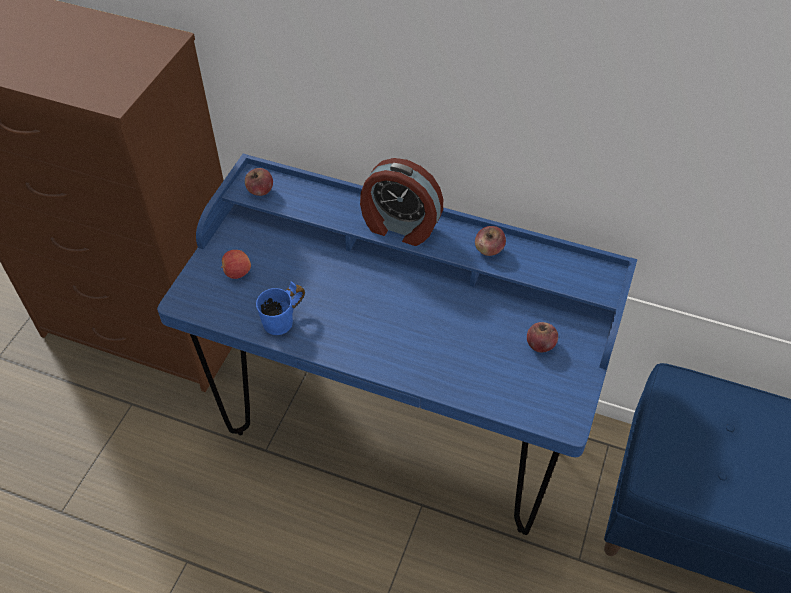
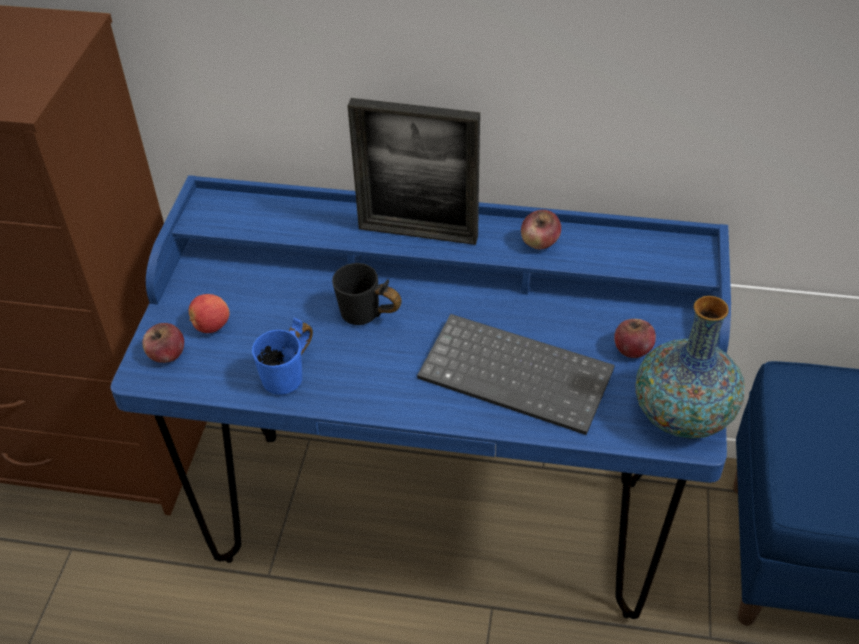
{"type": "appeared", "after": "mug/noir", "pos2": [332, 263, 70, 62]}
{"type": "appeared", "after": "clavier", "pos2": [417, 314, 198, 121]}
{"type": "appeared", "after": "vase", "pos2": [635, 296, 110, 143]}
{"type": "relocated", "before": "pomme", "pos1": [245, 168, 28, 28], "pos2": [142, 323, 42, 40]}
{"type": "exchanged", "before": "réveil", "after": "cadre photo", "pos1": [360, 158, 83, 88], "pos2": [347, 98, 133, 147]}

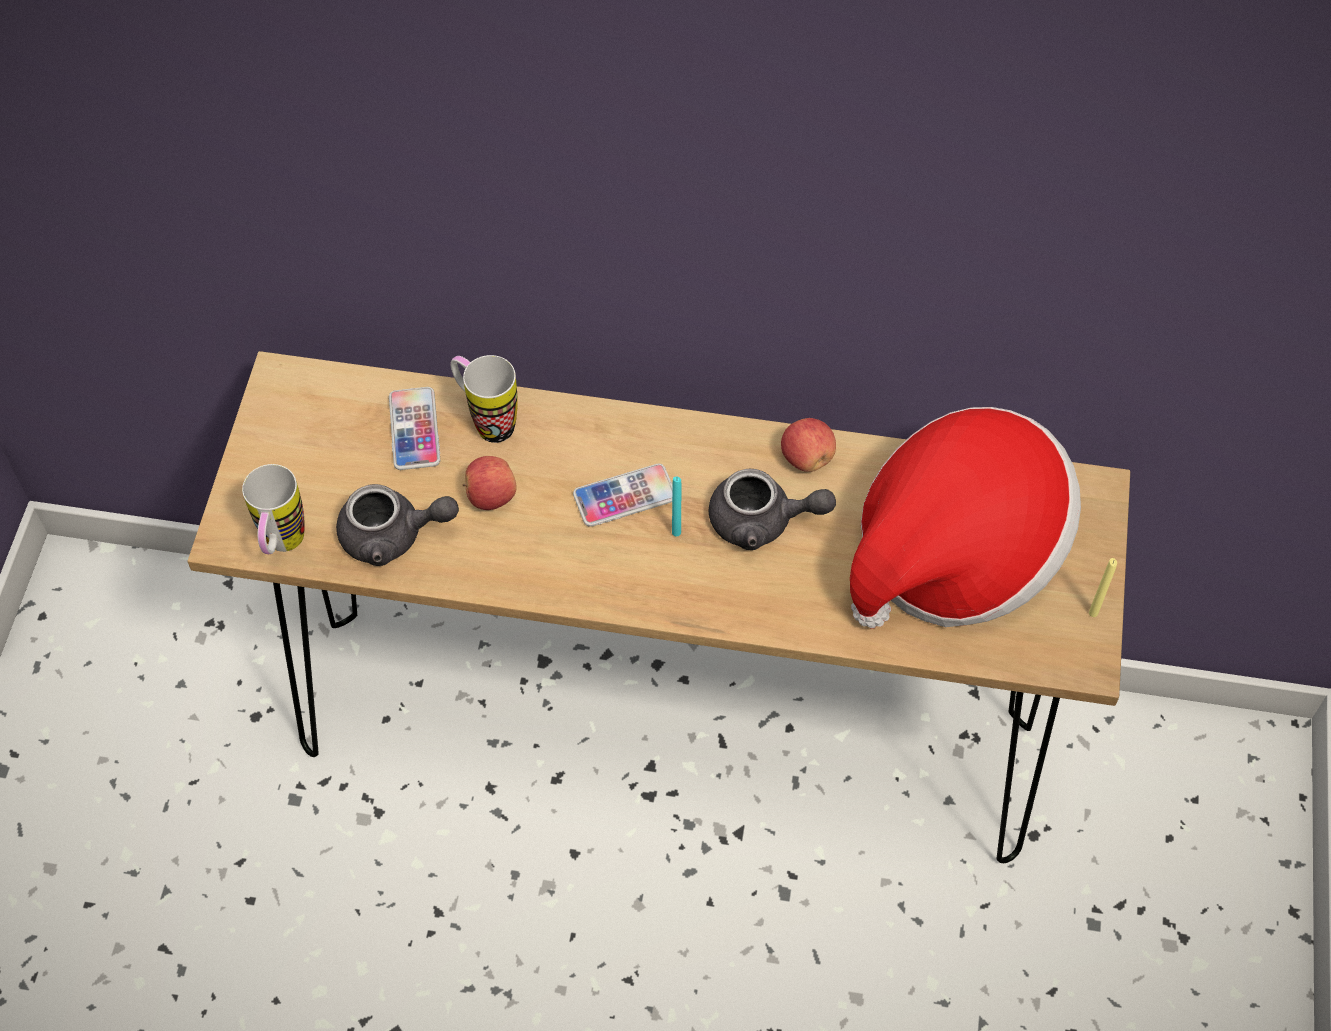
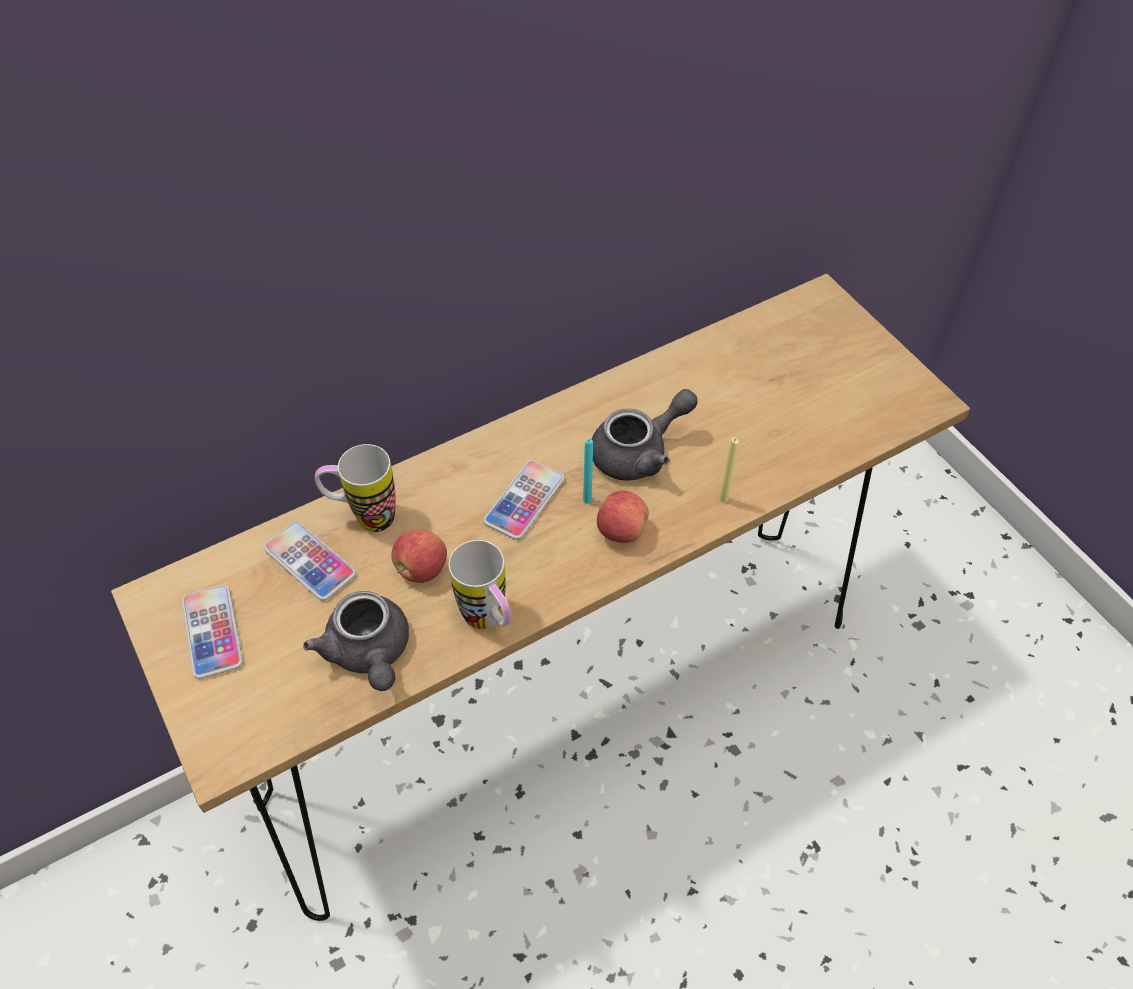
{"type": "missing", "before": "chapeau", "pos1": [850, 407, 231, 221]}
{"type": "appeared", "after": "téléphone", "pos2": [182, 585, 61, 94]}
{"type": "relocated", "before": "mug", "pos1": [242, 464, 63, 90], "pos2": [449, 540, 62, 89]}
{"type": "relocated", "before": "pomme", "pos1": [781, 418, 55, 54], "pos2": [597, 491, 52, 52]}
{"type": "relocated", "before": "bougie/jaune", "pos1": [1089, 558, 28, 59], "pos2": [719, 437, 20, 65]}
{"type": "spun", "before": "théière/gris", "pos1": [336, 484, 123, 82], "pos2": [303, 591, 106, 100], "turn": 105}

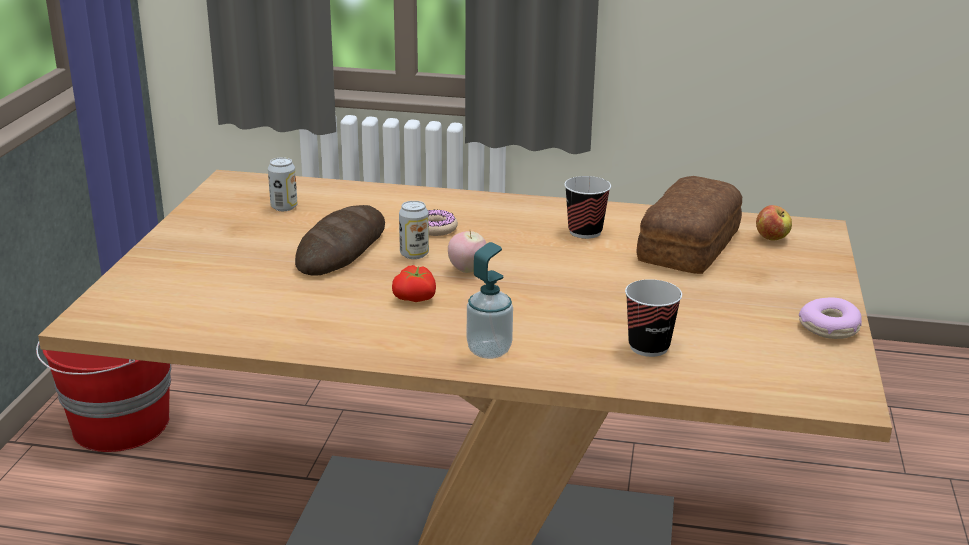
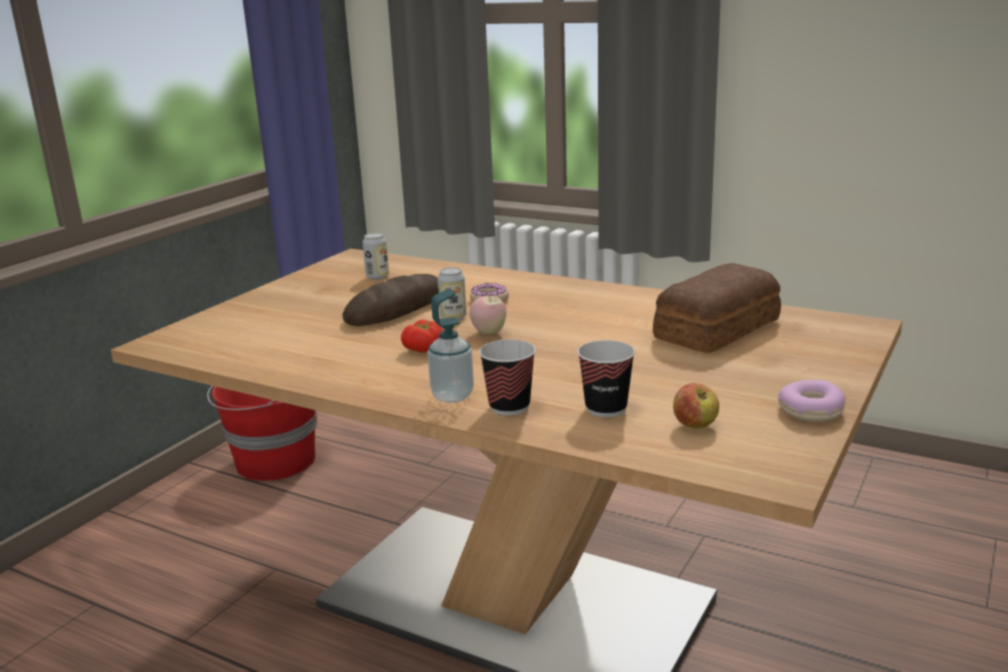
{"type": "relocated", "before": "tasse", "pos1": [564, 176, 47, 63], "pos2": [479, 339, 57, 76]}
{"type": "relocated", "before": "pomme", "pos1": [756, 205, 36, 36], "pos2": [673, 383, 46, 45]}

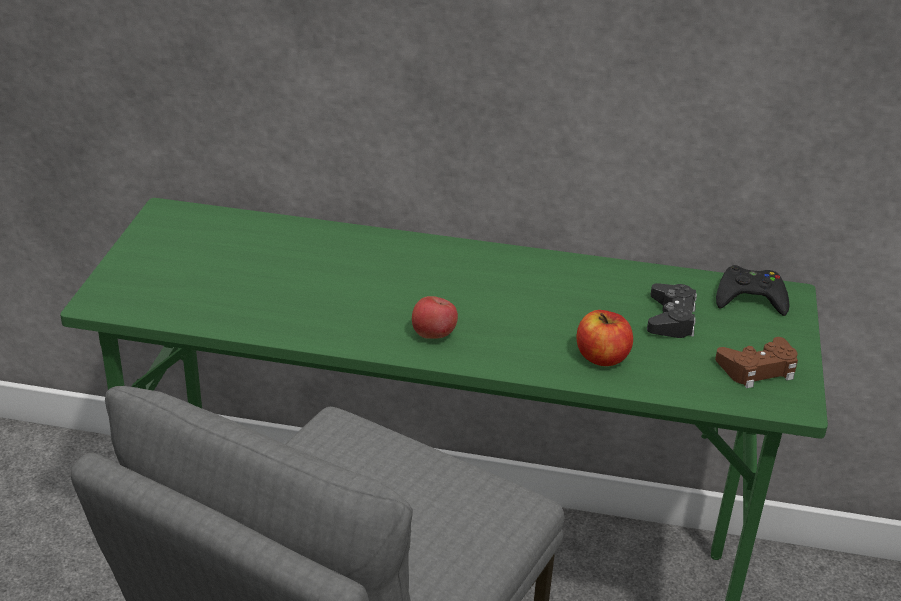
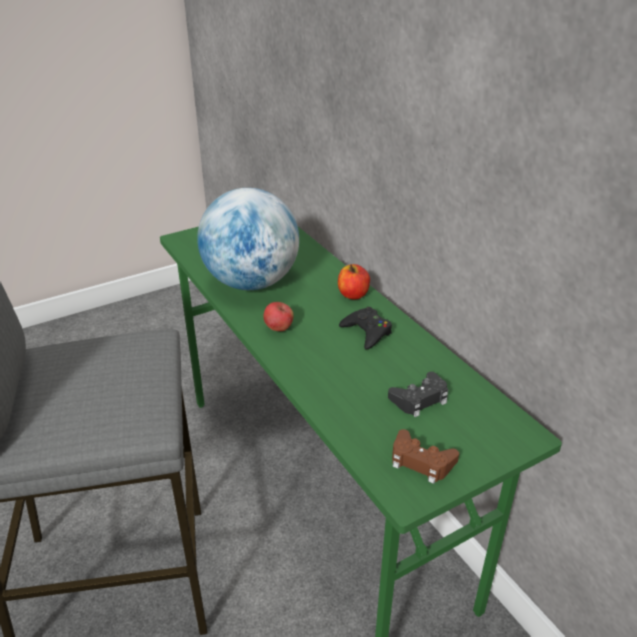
{"type": "appeared", "after": "globe", "pos2": [197, 188, 102, 102]}
{"type": "relocated", "before": "pomme", "pos1": [576, 310, 57, 56], "pos2": [338, 264, 32, 35]}
{"type": "relocated", "before": "manette/noir", "pos1": [716, 265, 74, 51], "pos2": [339, 307, 53, 43]}

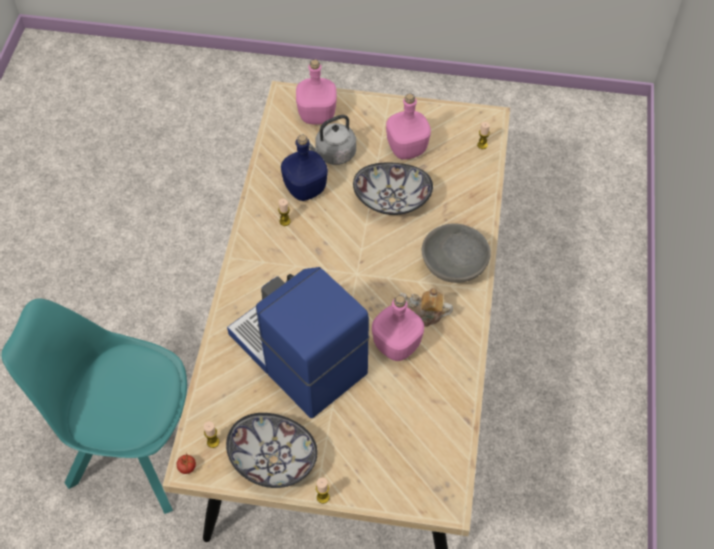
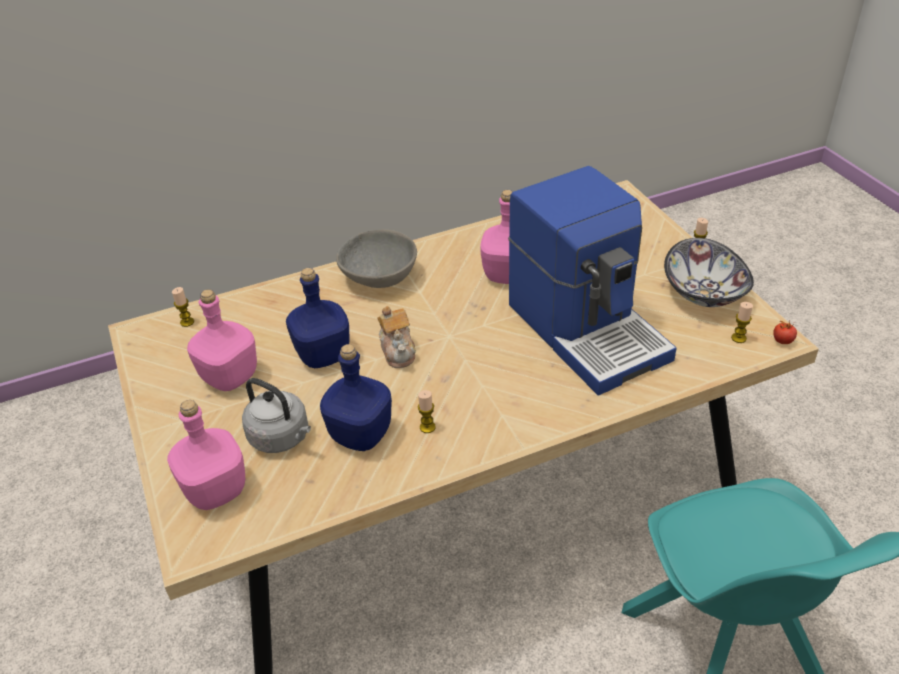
{"type": "relocated", "before": "théière", "pos1": [399, 288, 54, 39], "pos2": [377, 306, 39, 62]}
{"type": "exchanged", "before": "bol", "after": "bouteille/bleu", "pos1": [353, 163, 80, 52], "pos2": [286, 268, 63, 100]}
{"type": "spun", "before": "machine à café", "pos1": [227, 267, 142, 151], "pos2": [508, 166, 169, 230], "turn": -45}

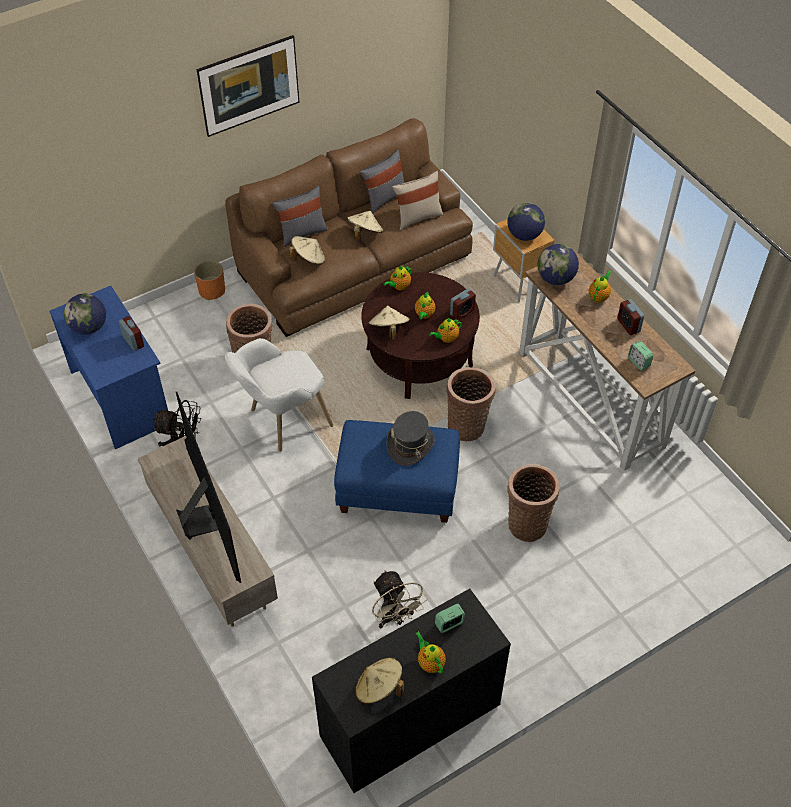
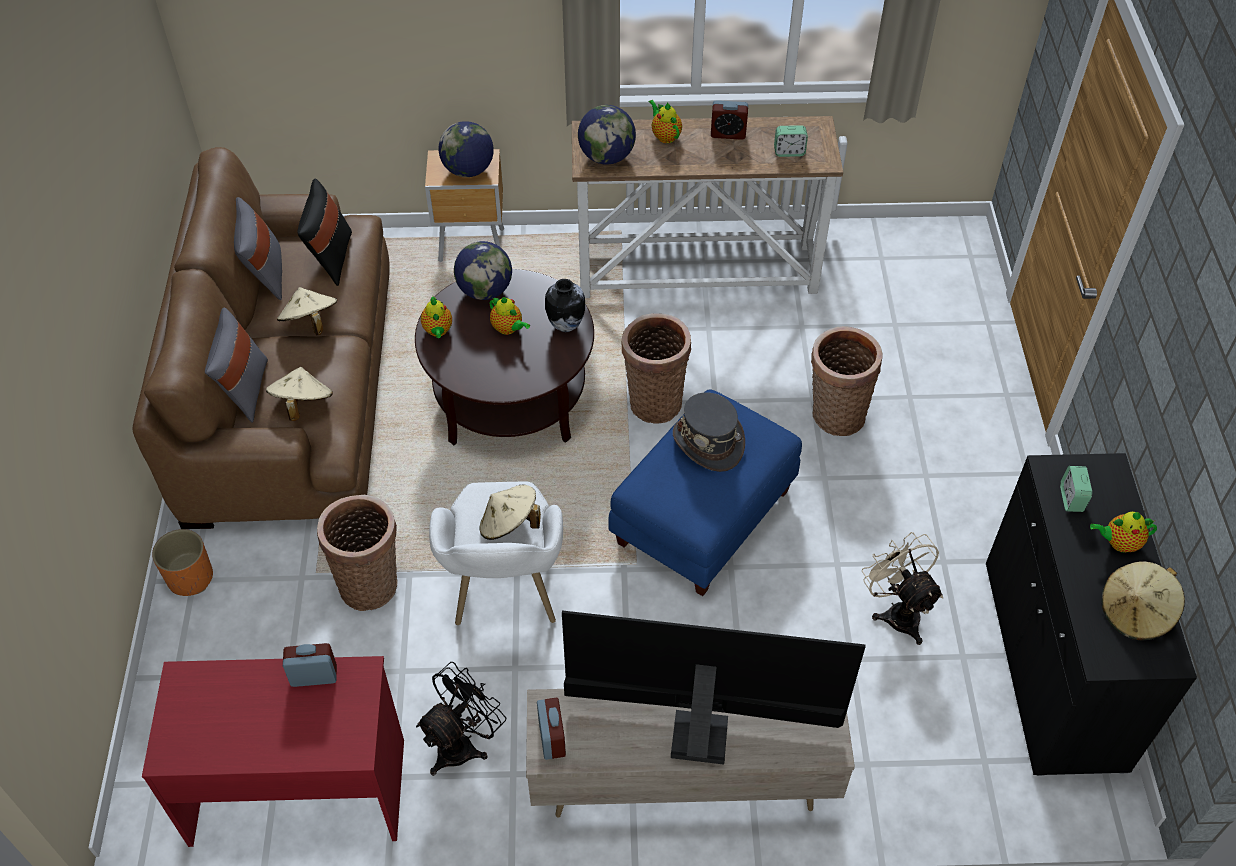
{"type": "missing", "before": "tableau", "pos1": [197, 35, 103, 102]}
{"type": "relocated", "before": "globe", "pos1": [64, 294, 42, 41], "pos2": [454, 241, 58, 59]}
{"type": "relocated", "before": "chapeau/beige", "pos1": [368, 306, 42, 34], "pos2": [480, 485, 61, 55]}
{"type": "relocated", "before": "réveil", "pos1": [450, 289, 26, 31], "pos2": [537, 698, 29, 62]}
{"type": "exchanged", "before": "théière", "after": "vase", "pos1": [429, 318, 33, 25], "pos2": [545, 279, 40, 53]}
{"type": "colour", "before": "bureau/bleu", "after": "bureau/rouge", "pos1": [49, 286, 119, 163], "pos2": [142, 656, 262, 191]}
{"type": "colour", "before": "coussin/beige", "after": "coussin/noir", "pos1": [392, 171, 51, 59], "pos2": [298, 179, 54, 107]}
{"type": "spun", "before": "ventilateur/beige", "pos1": [372, 570, 56, 59], "pos2": [862, 532, 81, 113], "turn": -120}

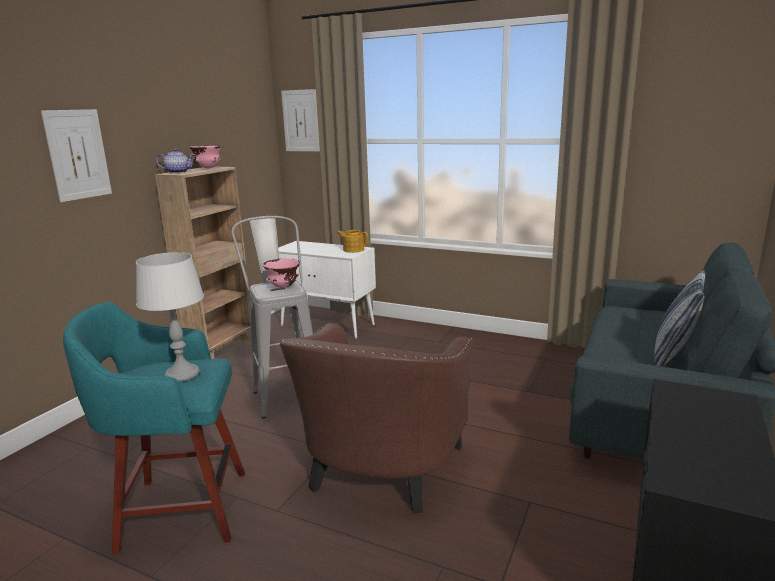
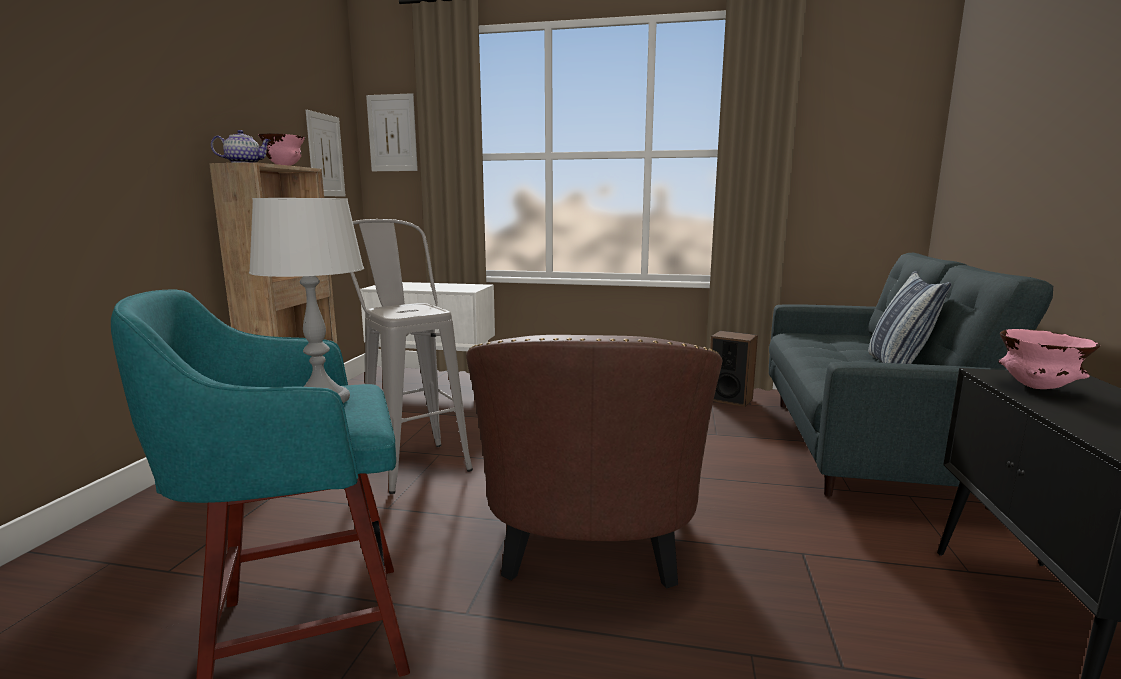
{"type": "missing", "before": "théière", "pos1": [337, 230, 31, 23]}
{"type": "appeared", "after": "enceinte", "pos2": [710, 331, 48, 76]}
{"type": "relocated", "before": "tableau", "pos1": [41, 109, 71, 93], "pos2": [306, 110, 40, 87]}
{"type": "relocated", "before": "bol/rose", "pos1": [263, 258, 37, 30], "pos2": [998, 329, 102, 60]}

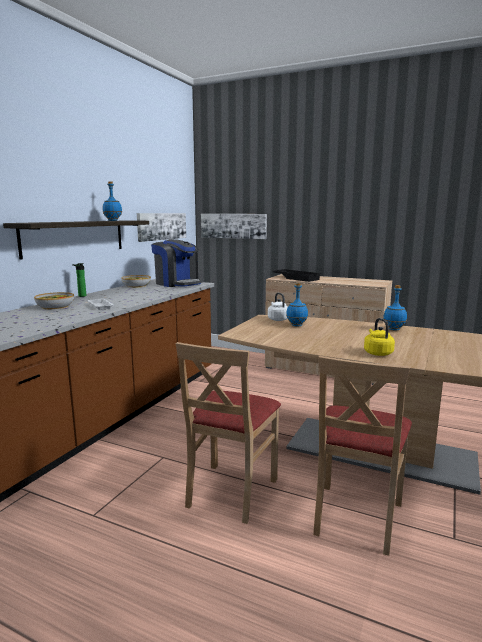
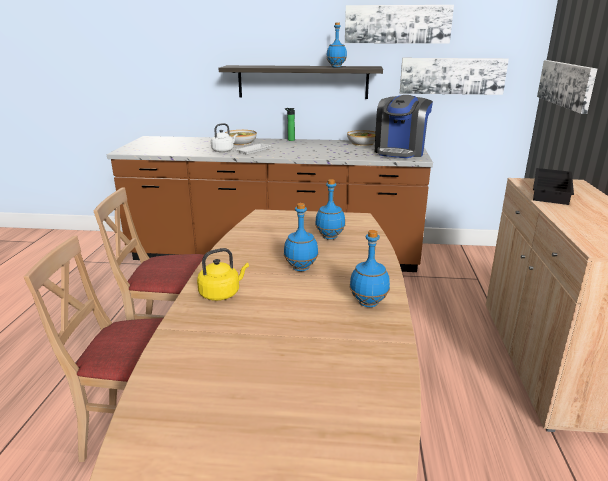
{"type": "appeared", "after": "bouteille/bleu", "pos2": [284, 203, 34, 68]}
{"type": "appeared", "after": "tableau", "pos2": [345, 5, 109, 39]}
{"type": "relocated", "before": "bouilloire/blanc", "pos1": [268, 293, 20, 28], "pos2": [211, 123, 27, 29]}

